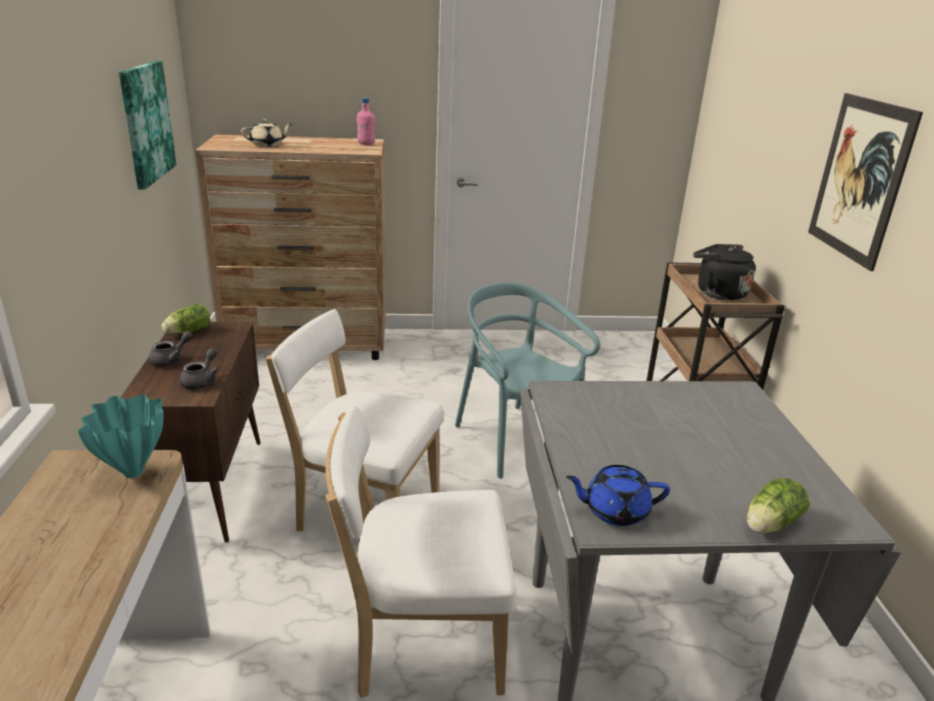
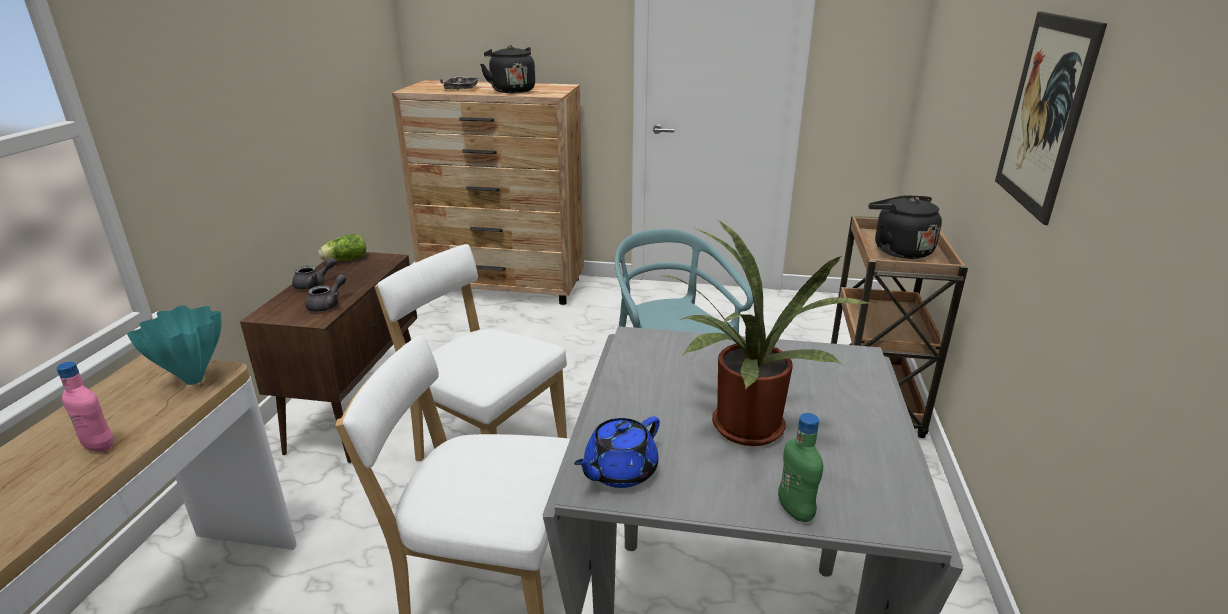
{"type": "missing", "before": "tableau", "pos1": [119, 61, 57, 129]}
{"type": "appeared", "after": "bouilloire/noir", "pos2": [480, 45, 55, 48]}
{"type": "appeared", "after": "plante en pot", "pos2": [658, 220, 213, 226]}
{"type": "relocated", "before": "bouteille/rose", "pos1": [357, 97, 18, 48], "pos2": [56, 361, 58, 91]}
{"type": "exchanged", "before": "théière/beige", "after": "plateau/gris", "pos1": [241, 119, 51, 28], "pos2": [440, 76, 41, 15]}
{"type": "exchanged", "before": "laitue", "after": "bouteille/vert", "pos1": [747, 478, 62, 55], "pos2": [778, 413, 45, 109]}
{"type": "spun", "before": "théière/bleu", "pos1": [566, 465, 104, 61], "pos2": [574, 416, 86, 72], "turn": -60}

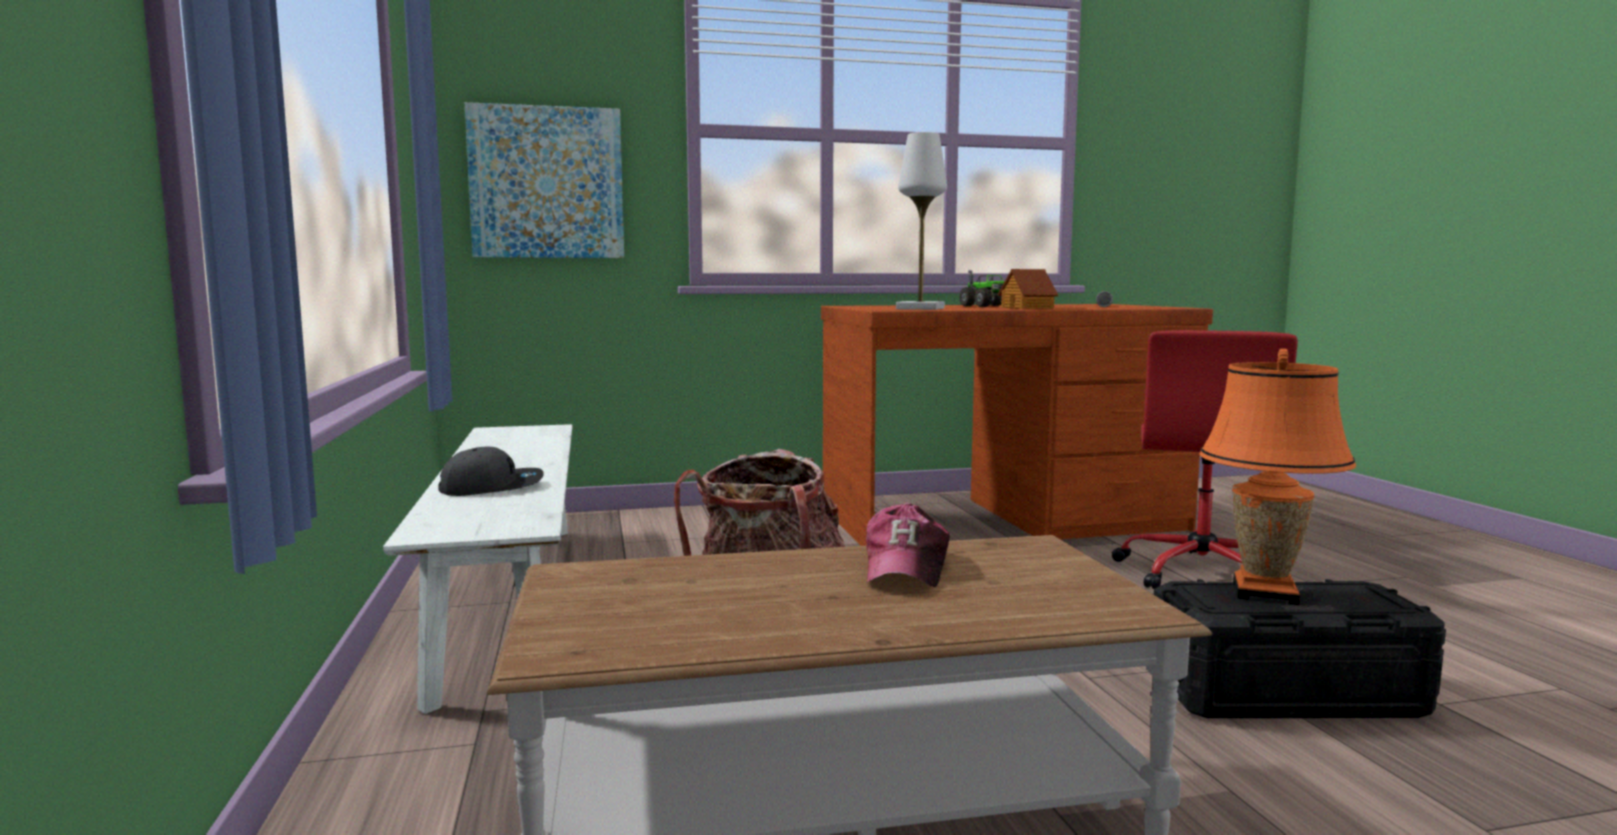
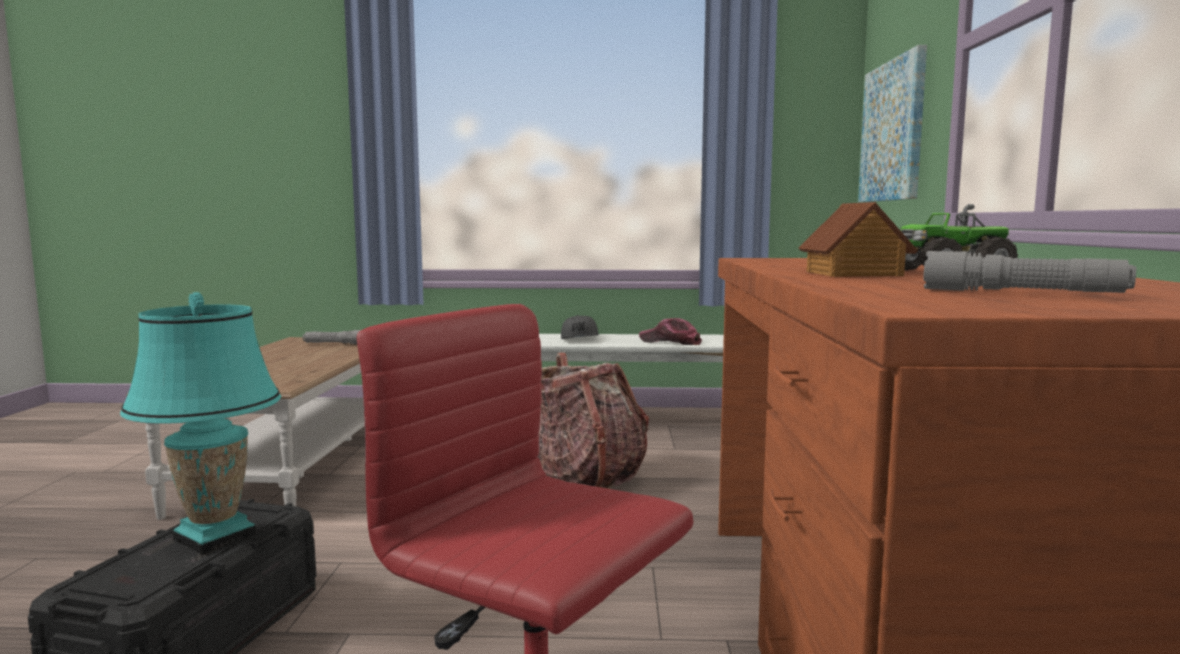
{"type": "missing", "before": "lampe de table/blanc", "pos1": [896, 132, 51, 178]}
{"type": "appeared", "after": "lampe de poche/gris", "pos2": [303, 330, 58, 14]}
{"type": "relocated", "before": "casquette", "pos1": [866, 503, 84, 84], "pos2": [639, 318, 63, 27]}
{"type": "colour", "before": "lampe de table/orange", "after": "lampe de table/turquoise", "pos1": [1199, 349, 157, 256], "pos2": [120, 292, 161, 263]}

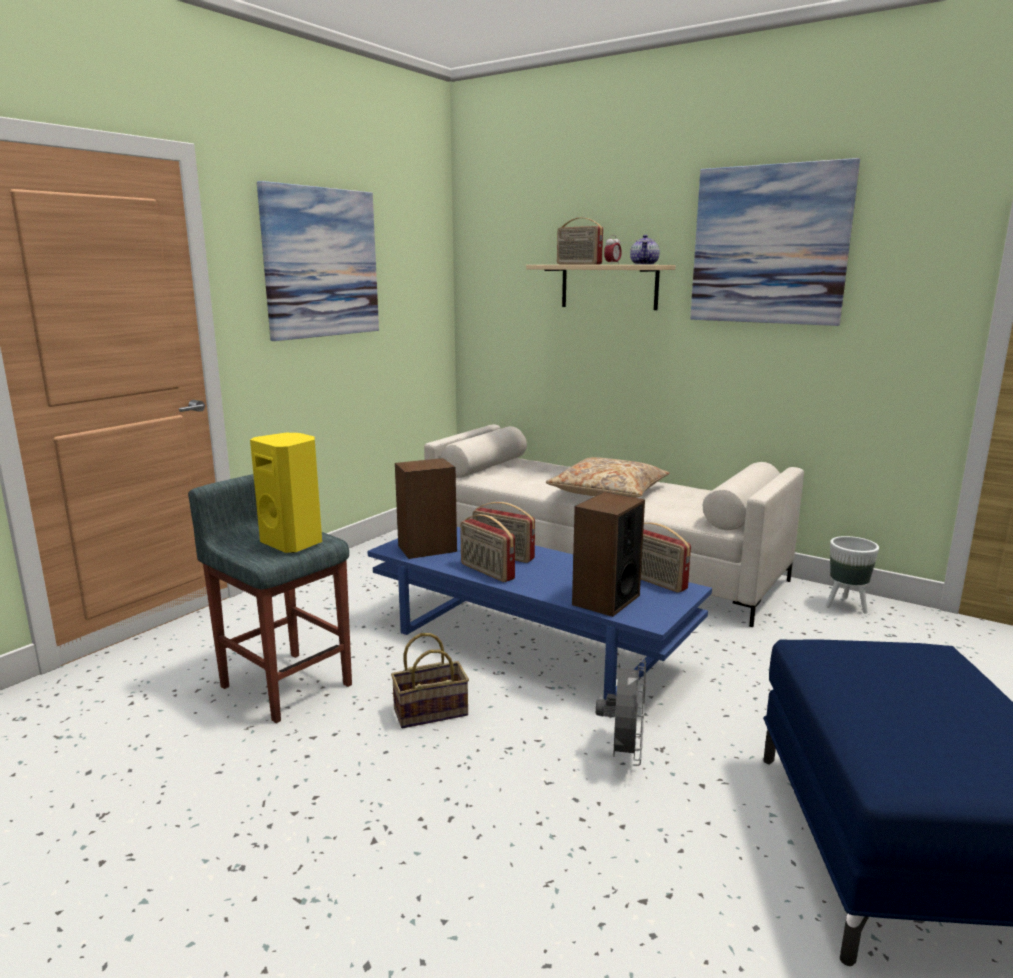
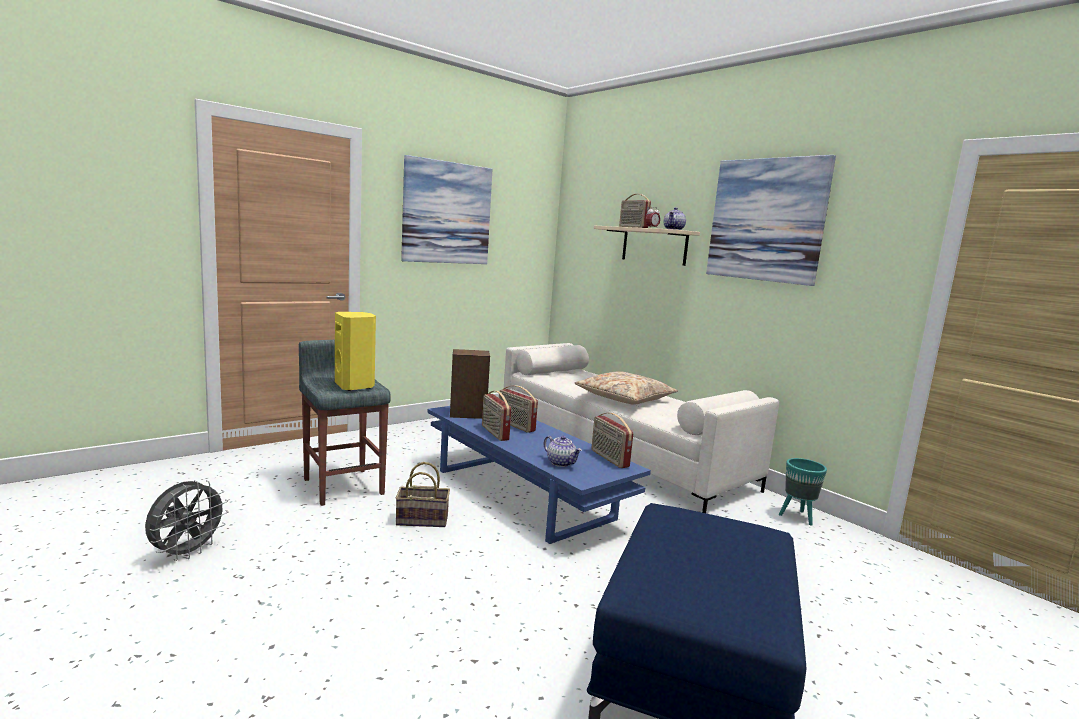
{"type": "relocated", "before": "ventilateur/gris", "pos1": [596, 658, 50, 108], "pos2": [145, 480, 84, 81]}
{"type": "exchanged", "before": "enceinte", "after": "théière", "pos1": [572, 492, 73, 125], "pos2": [544, 436, 38, 31]}
{"type": "colour", "before": "cache-pot/blanc", "after": "cache-pot/turquoise", "pos1": [826, 536, 53, 78], "pos2": [779, 458, 48, 68]}

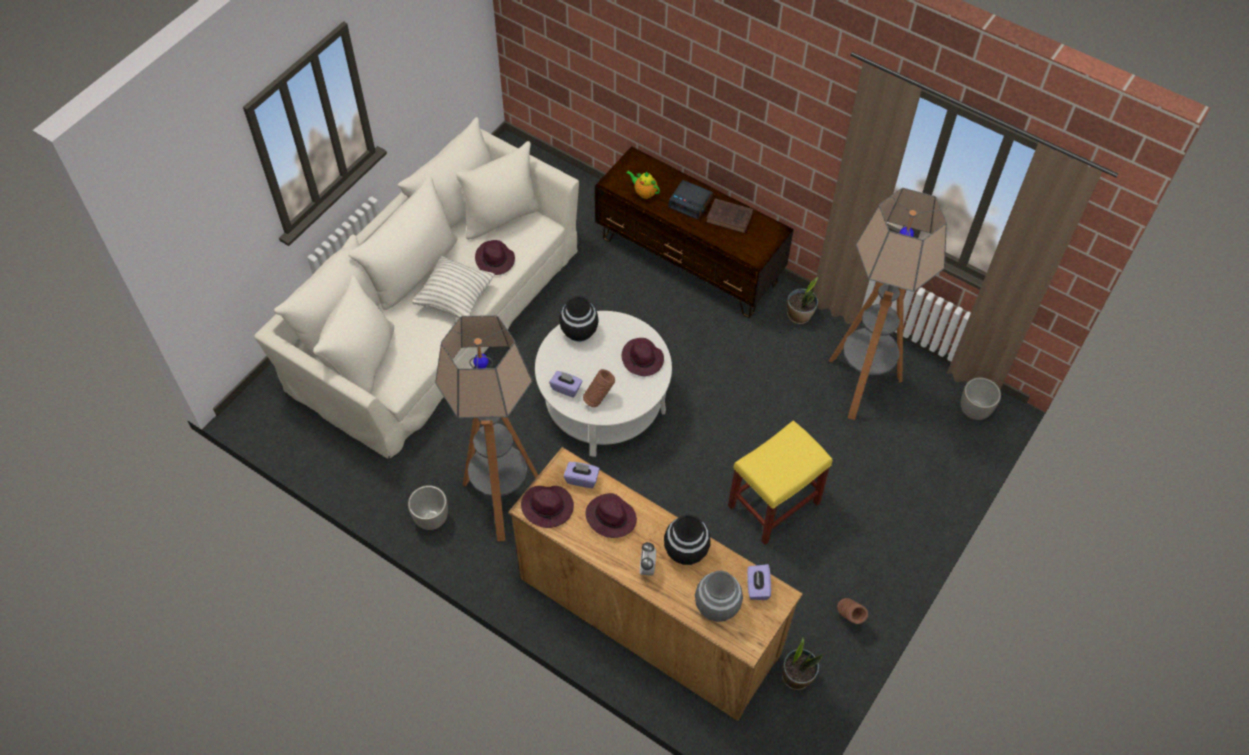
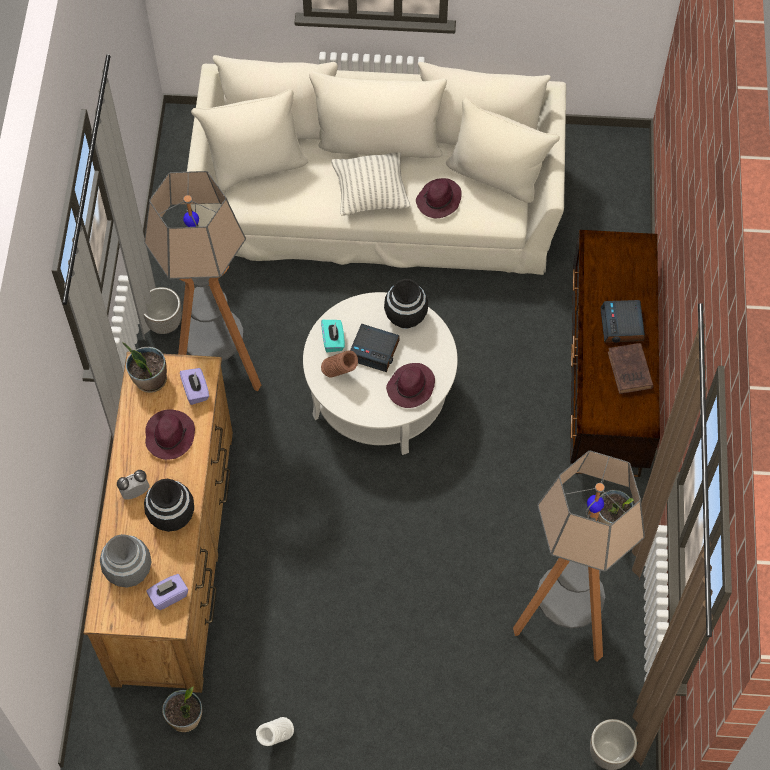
{"type": "missing", "before": "théière", "pos1": [626, 171, 34, 28]}
{"type": "missing", "before": "tabouret/jaune", "pos1": [728, 420, 104, 125]}
{"type": "appeared", "after": "réveil", "pos2": [350, 324, 50, 48]}
{"type": "exchanged", "before": "chapeau/violet", "after": "plante en pot", "pos1": [521, 486, 53, 42], "pos2": [122, 342, 45, 51]}
{"type": "colour", "before": "boîte à mouchoirs/violet", "after": "boîte à mouchoirs/turquoise", "pos1": [549, 371, 34, 27], "pos2": [321, 320, 24, 32]}
{"type": "colour", "before": "vase/marron", "after": "vase/blanc", "pos1": [837, 598, 31, 26], "pos2": [256, 717, 38, 29]}

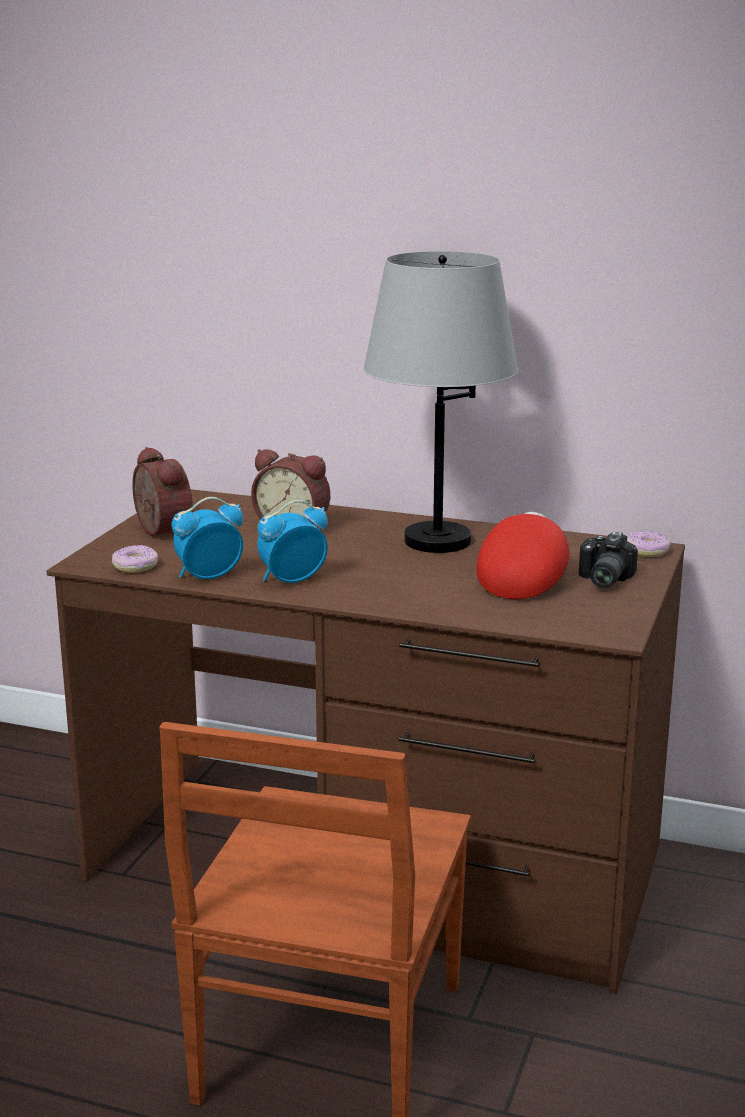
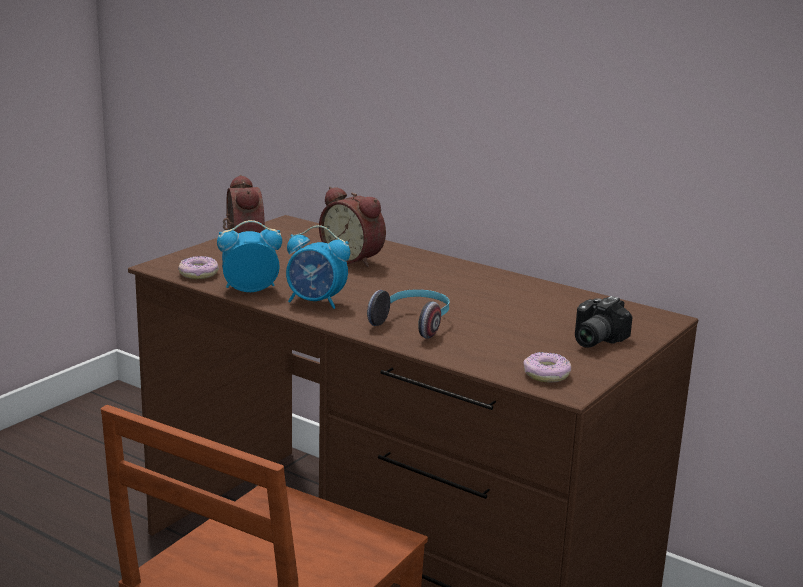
{"type": "missing", "before": "lampe de table/gris", "pos1": [363, 251, 155, 302]}
{"type": "missing", "before": "casquette/rouge", "pos1": [476, 512, 94, 87]}
{"type": "appeared", "after": "casque audio", "pos2": [367, 289, 83, 50]}
{"type": "relocated", "before": "beignet", "pos1": [627, 531, 44, 26], "pos2": [523, 352, 48, 31]}
{"type": "spun", "before": "réveil", "pos1": [257, 500, 71, 83], "pos2": [286, 225, 64, 84], "turn": -150}

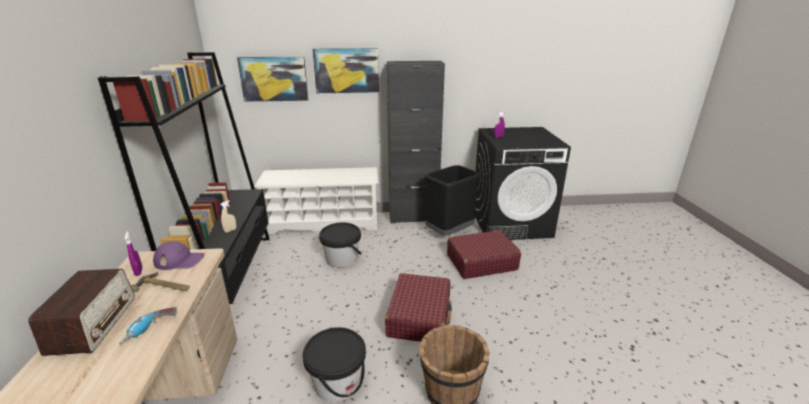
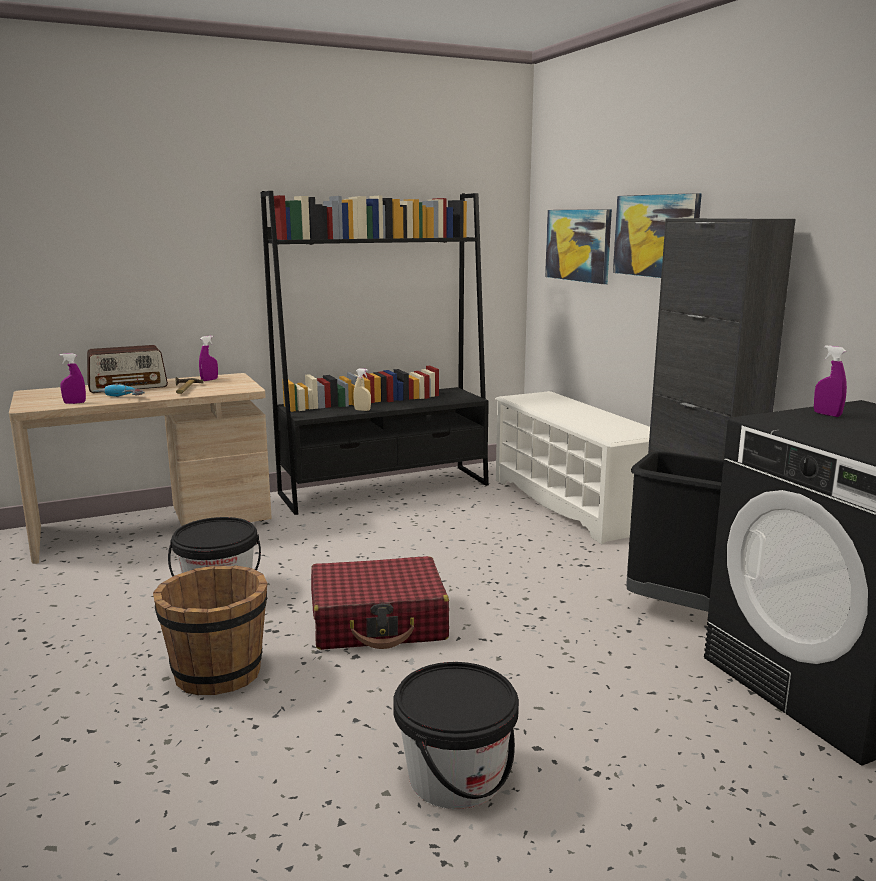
{"type": "missing", "before": "casquette/violet", "pos1": [153, 241, 52, 29]}
{"type": "missing", "before": "valise/rouge", "pos1": [447, 230, 74, 49]}
{"type": "appeared", "after": "vaporisateur/violet", "pos2": [60, 353, 26, 51]}
{"type": "relocated", "before": "seau/noir", "pos1": [319, 223, 42, 45], "pos2": [393, 662, 126, 147]}

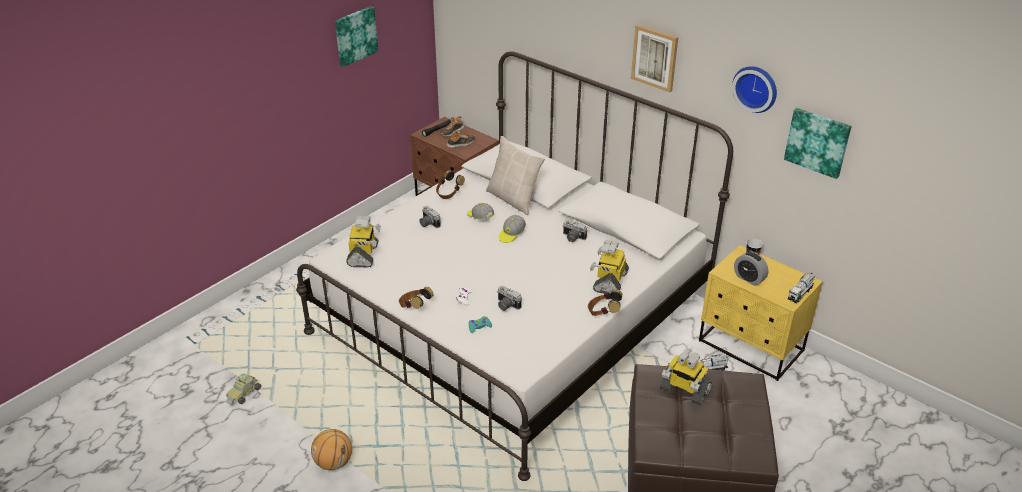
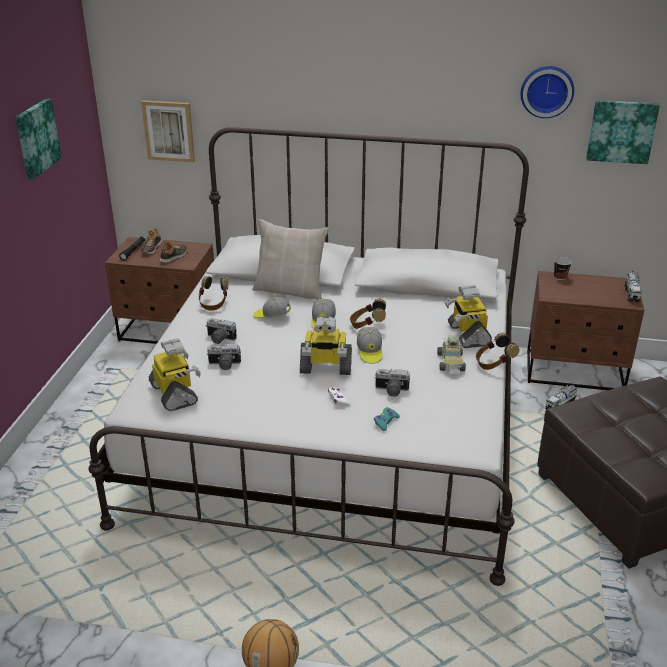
{"type": "missing", "before": "réveil", "pos1": [734, 251, 34, 35]}
{"type": "appeared", "after": "casquette", "pos2": [357, 327, 26, 37]}
{"type": "relocated", "before": "petite voiture", "pos1": [226, 373, 35, 31], "pos2": [437, 337, 30, 36]}
{"type": "relocated", "before": "casque audio", "pos1": [399, 287, 35, 22], "pos2": [350, 299, 36, 30]}
{"type": "relocated", "before": "appareil photo", "pos1": [562, 220, 25, 22], "pos2": [207, 344, 34, 26]}
{"type": "relocated", "before": "tableau", "pos1": [631, 25, 47, 67], "pos2": [141, 100, 54, 62]}
{"type": "relocated", "before": "robot jouet", "pos1": [659, 349, 54, 57], "pos2": [300, 316, 52, 59]}
{"type": "colour", "before": "table de chevet/jaune", "after": "table de chevet/marron", "pos1": [699, 245, 124, 136], "pos2": [527, 271, 117, 119]}

